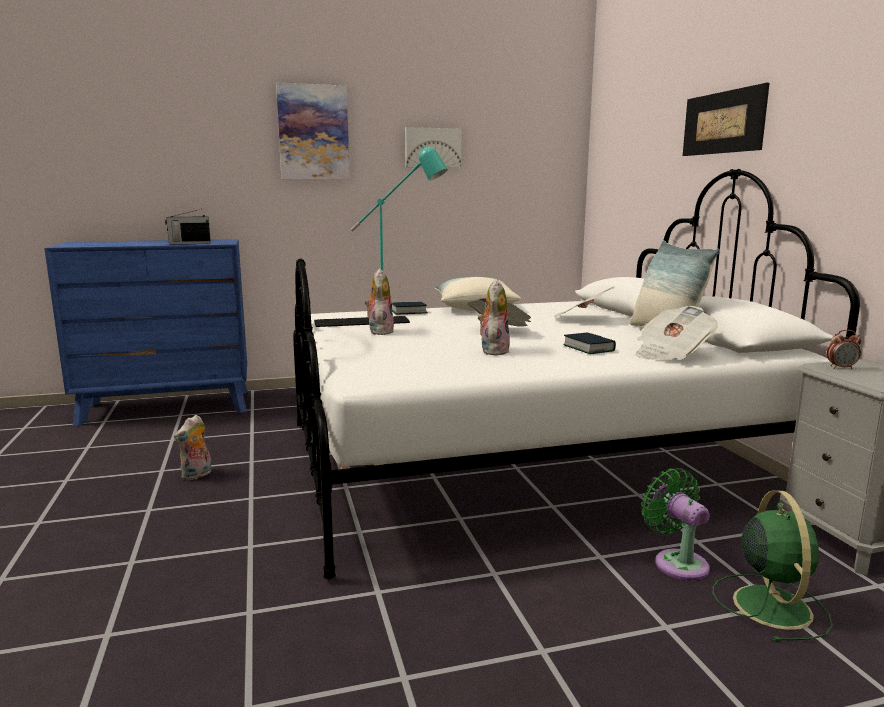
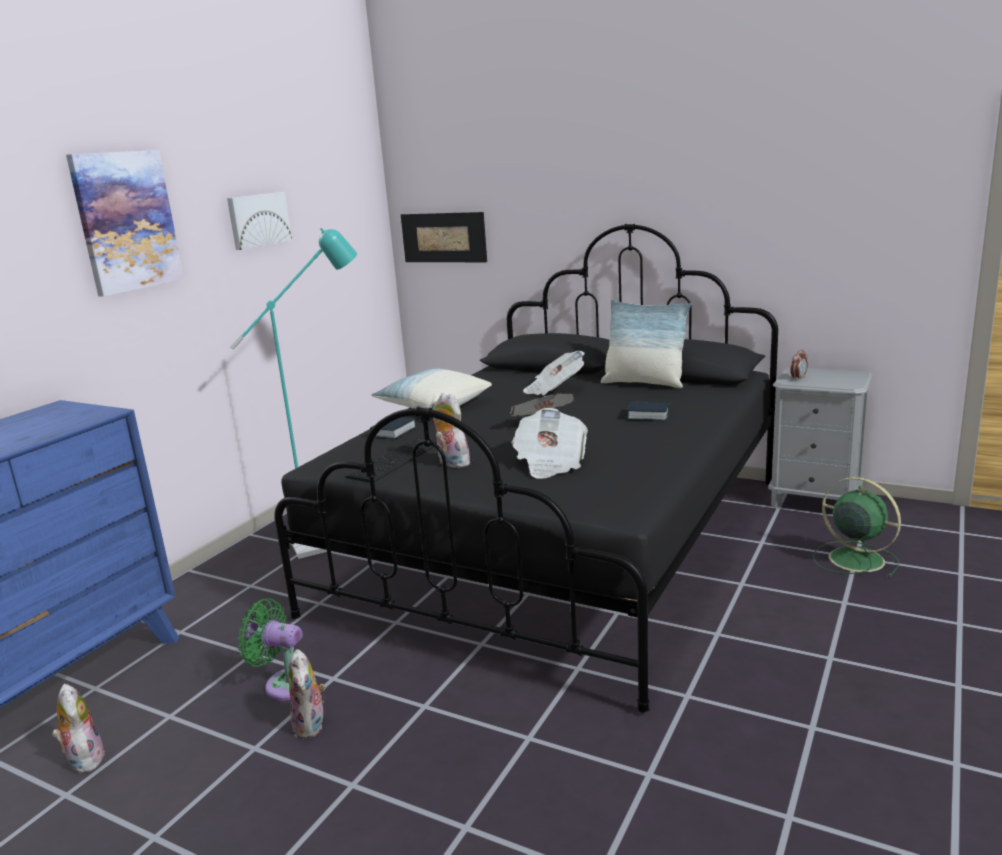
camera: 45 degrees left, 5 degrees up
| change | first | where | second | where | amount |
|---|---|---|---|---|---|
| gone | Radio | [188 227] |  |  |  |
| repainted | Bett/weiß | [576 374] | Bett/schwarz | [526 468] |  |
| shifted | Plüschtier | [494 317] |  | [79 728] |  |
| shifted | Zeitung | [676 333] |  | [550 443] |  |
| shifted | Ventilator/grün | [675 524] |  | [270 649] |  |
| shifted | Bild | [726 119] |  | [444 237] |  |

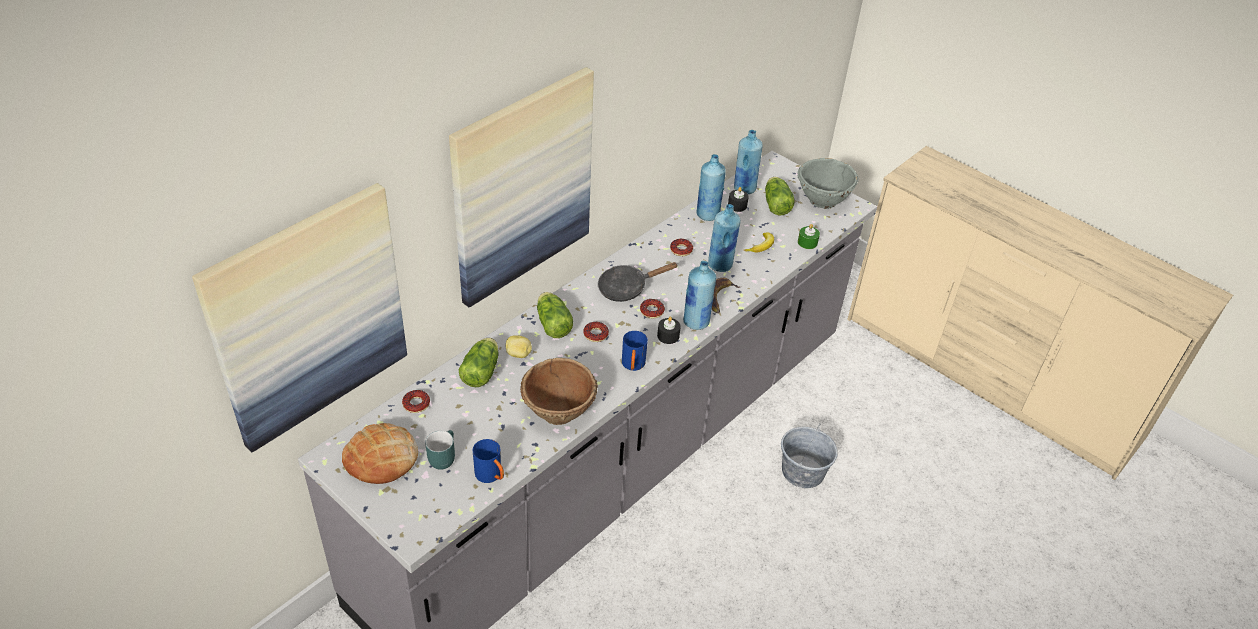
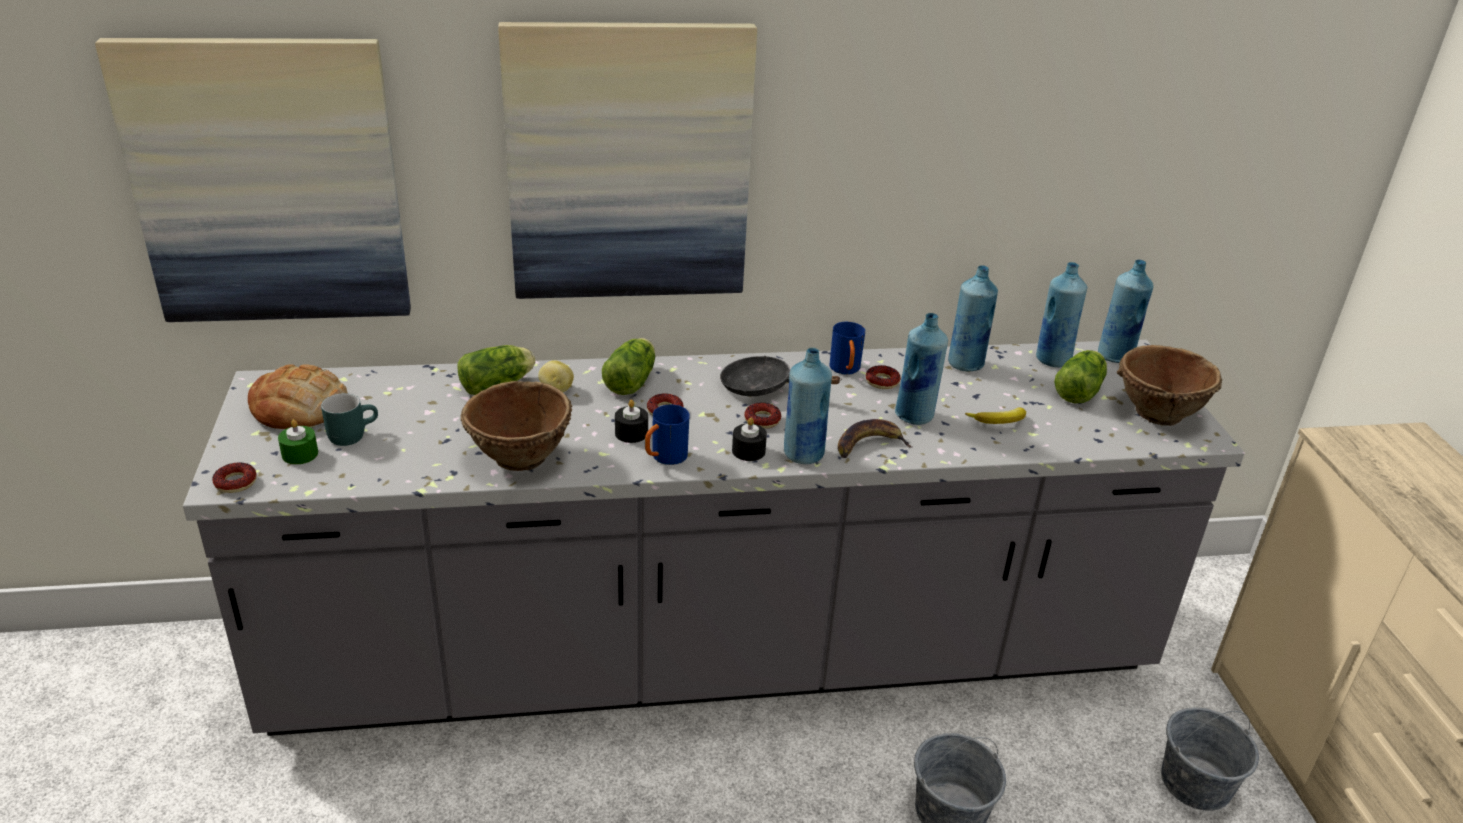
camera: 40 degrees right, 10 degrees down
| change | first | where | second | where | amount |
|---|---|---|---|---|---|
| shifted | Donut | [416 401] |  | [234 477] |  |
| shifted | Henkelbecher/blau | [488 461] |  | [847 348] |  |
| shifted | Kerze/schwarz | [738 199] |  | [631 421] |  |
| repainted | Schüssel/grau | [828 183] | Schüssel/braun | [1169 385] |  |
| shifted | Kerze/grün | [809 236] |  | [298 442] |  |
| new |  |  | Flasche/blau | [1126 311] |  |
| new |  |  | Eimer/grau | [1210 759] |  |

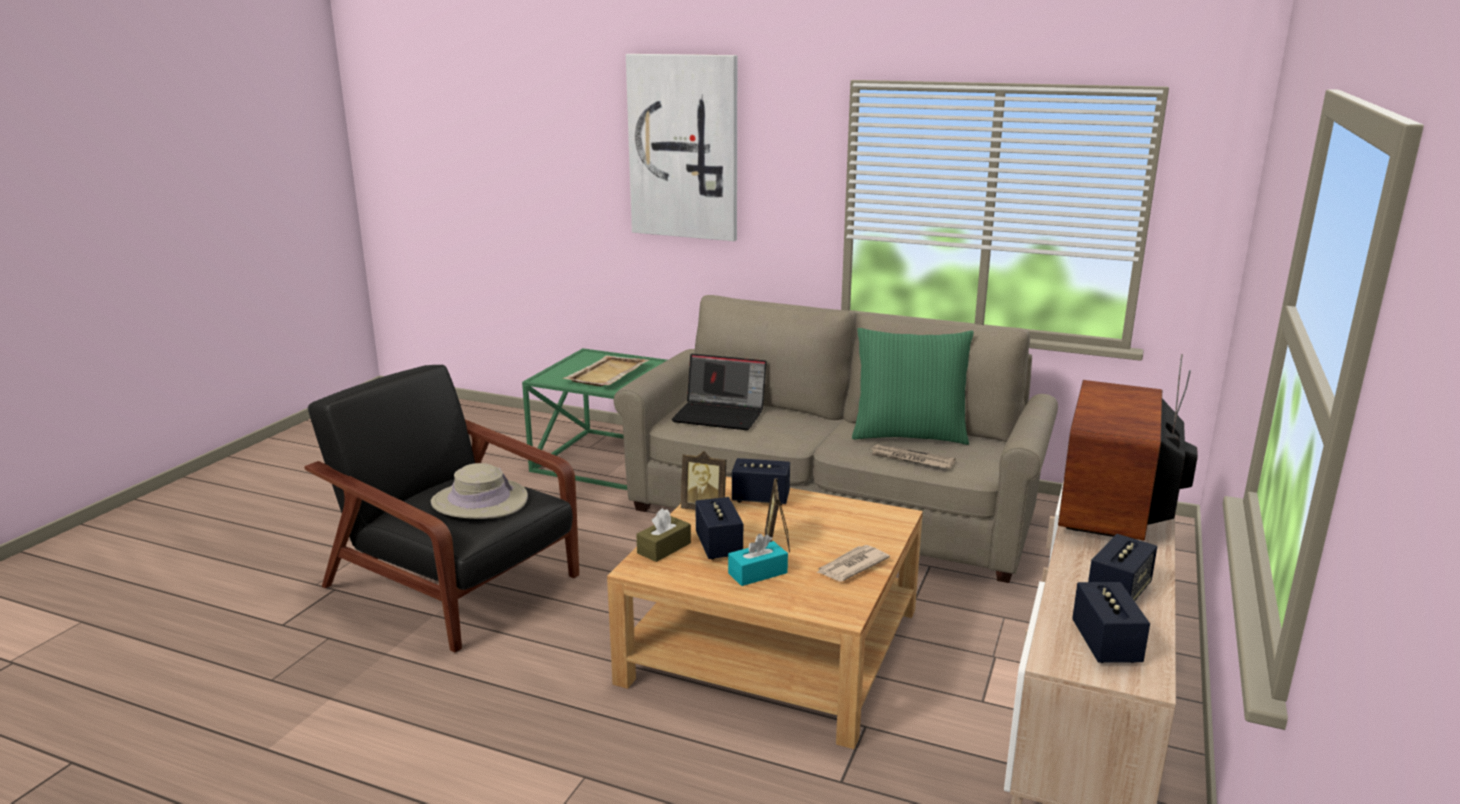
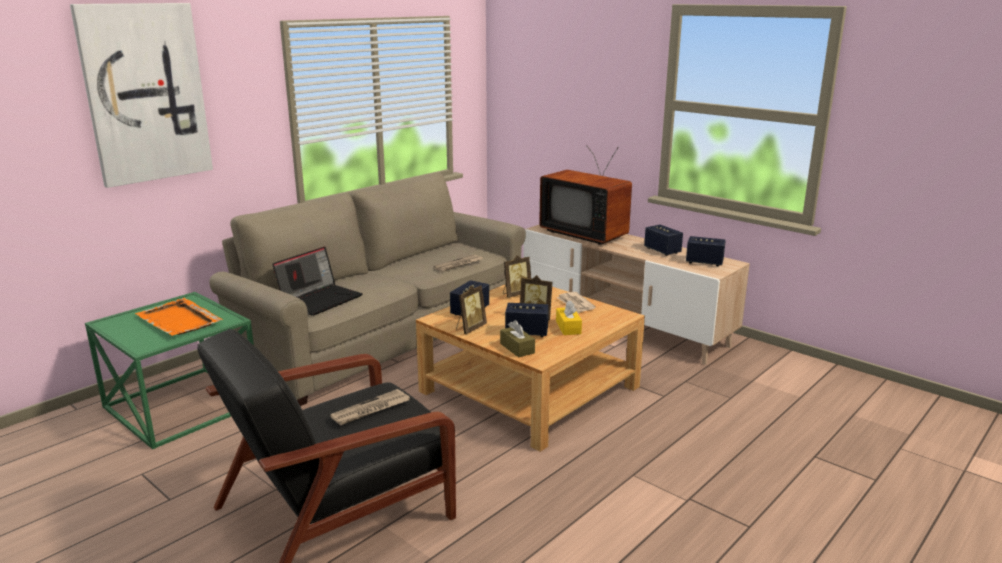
camera: 70 degrees left, 0 degrees up
| change | first | where | second | where | amount |
|---|---|---|---|---|---|
| swapped | Hut/beige | [479 491] | Zeitung | [370 407] |  |
| repainted | Tablett/beige | [606 370] | Tablett/orange | [179 317] |  |
| repainted | Taschentuchbox/türkis | [758 560] | Taschentuchbox/gelb | [569 317] |  |
| gone | Kissen/grün | [913 386] |  |  |  |
| new |  |  | Bilderrahmen | [517 276] |  |

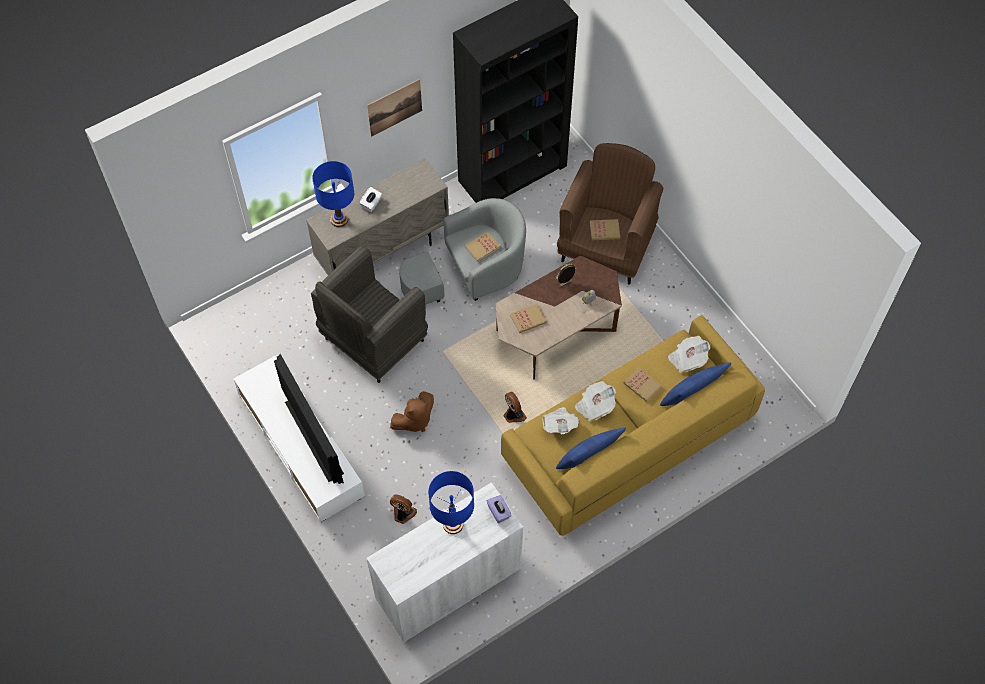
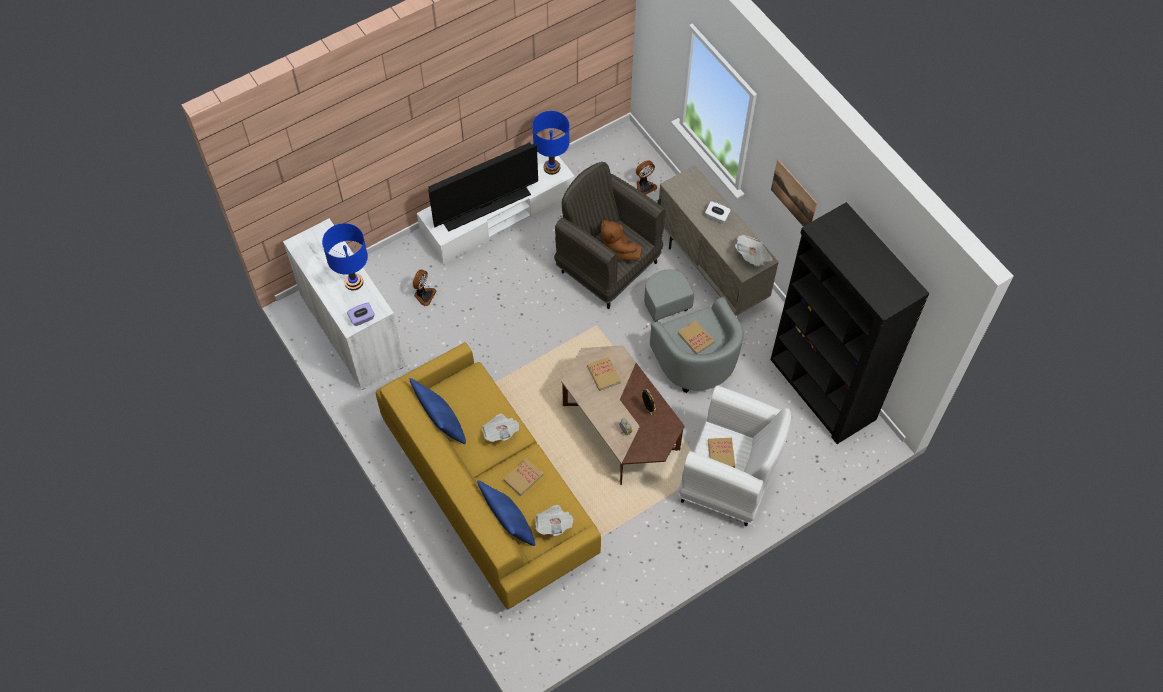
camera: 90 degrees right, 0 degrees up
| change | first | where | second | where | amount |
|---|---|---|---|---|---|
| shifted | Tischlampe/blau | [333 194] |  | [551 143] |  |
| shifted | Plüschtier/braun | [412 411] |  | [621 240] |  |
| shifted | Ventilator | [515 407] |  | [646 177] |  |
| shifted | Zeitung | [560 420] |  | [754 250] |  |
| repainted | Sessel/braun | [610 214] | Sessel/weiß | [735 456] |  |

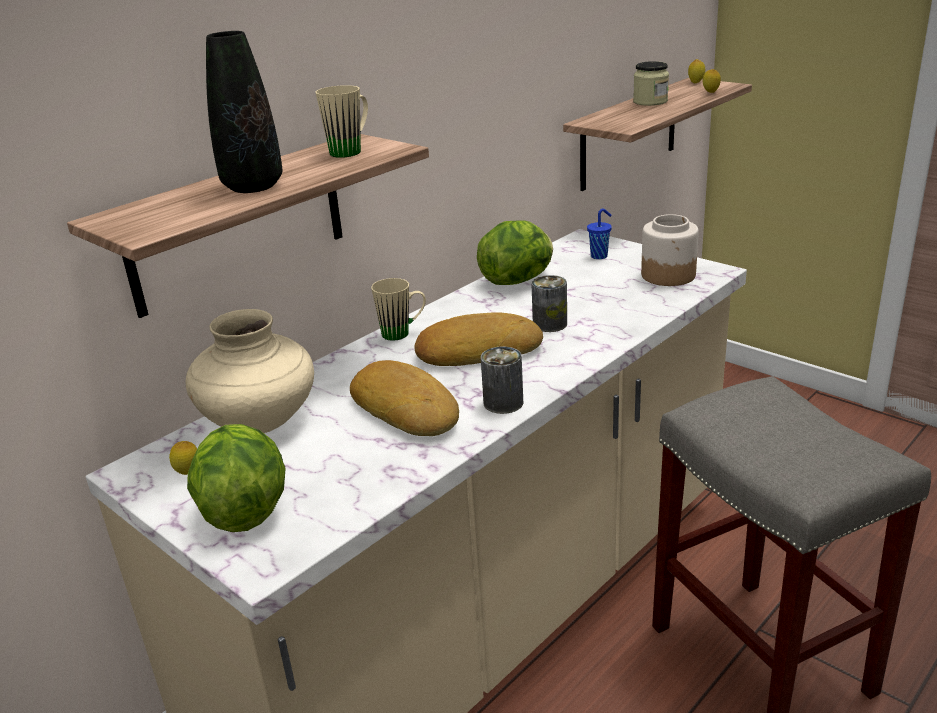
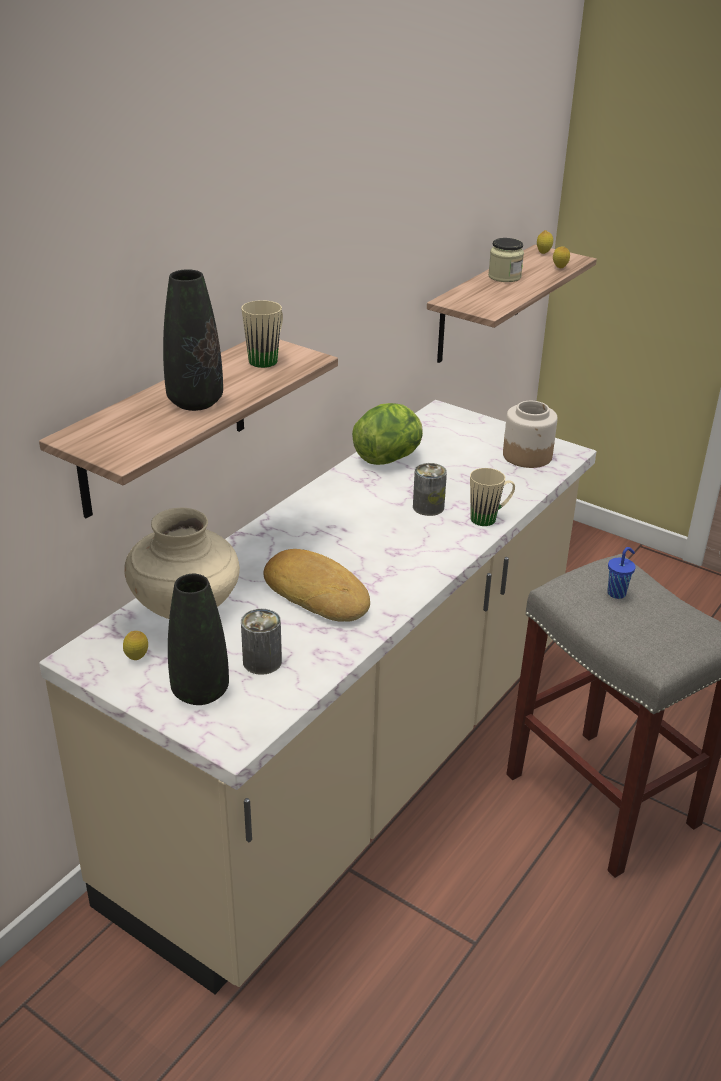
camera: 10 degrees left, 5 degrees up
| change | first | where | second | where | amount |
|---|---|---|---|---|---|
| swapped | Salatkopf | [236 478] | Vase/schwarz | [198 639] |  |
| shifted | Henkelbecher/beige | [398 309] |  | [492 497] |  |
| gone | Brot | [478 339] |  |  |  |
| shifted | Dose | [502 380] |  | [261 642] |  |
| shifted | Tasse/blau | [599 234] |  | [621 573] |  |

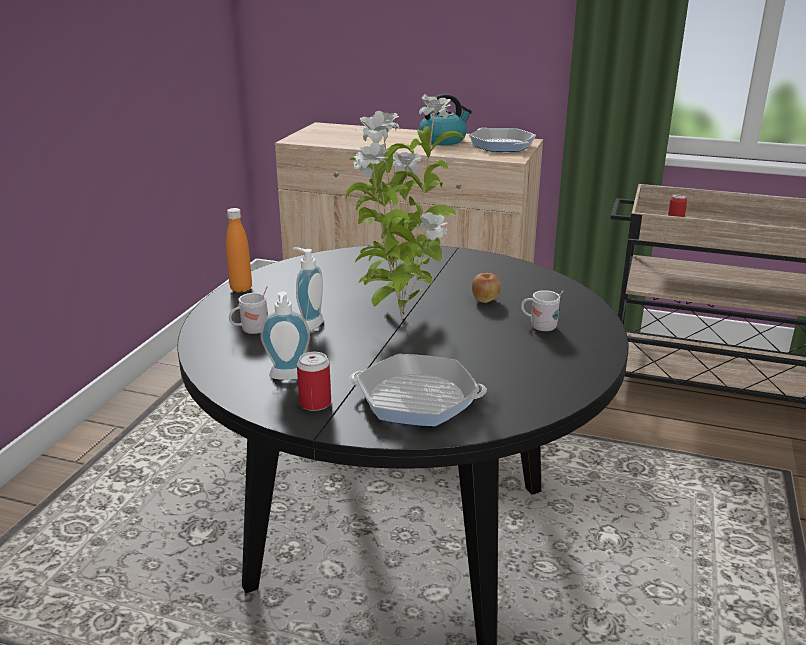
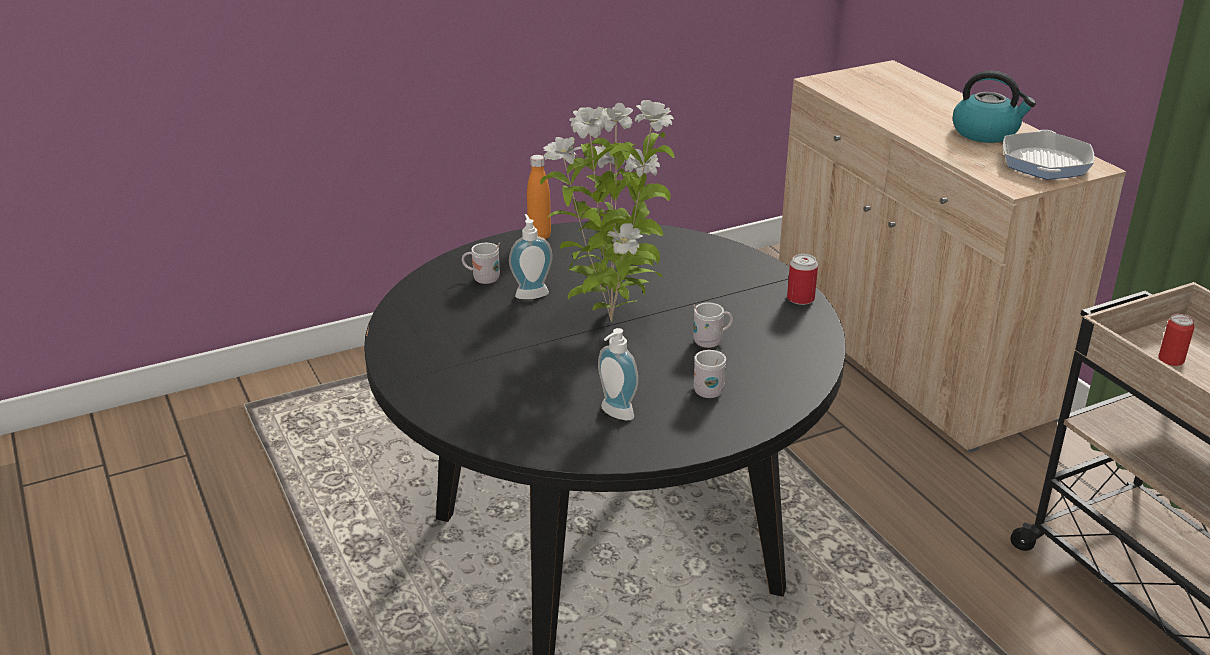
camera: 45 degrees right, 5 degrees up
| change | first | where | second | where | amount |
|---|---|---|---|---|---|
| shifted | Seifenspender | [285 336] |  | [618 374] |  |
| shifted | Dose | [314 381] |  | [802 279] |  |
| gone | Pfanne | [418 390] |  |  |  |
| swapped | Apfel | [486 288] | Henkelbecher/weiß | [713 325] |  |

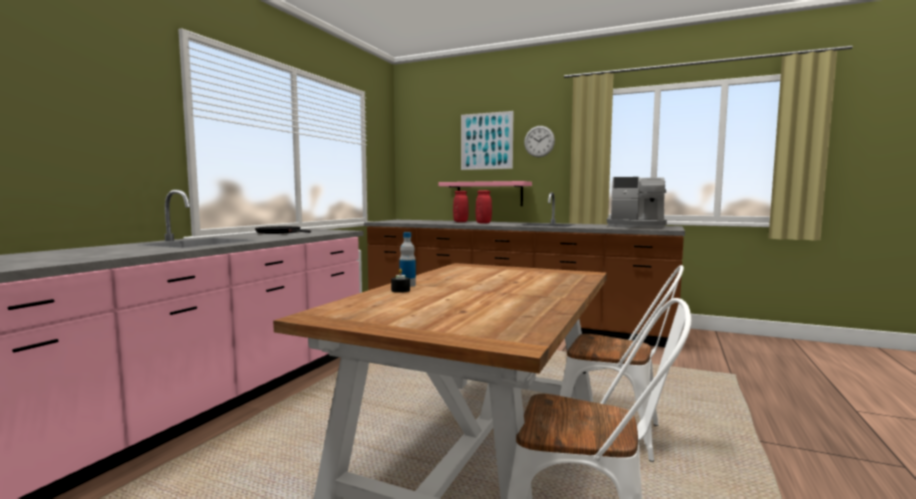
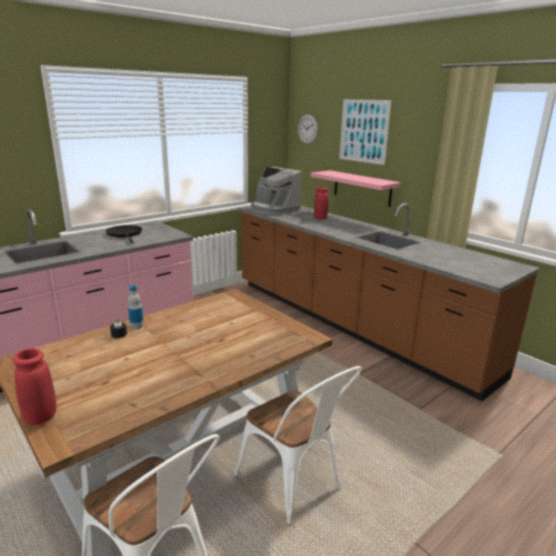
camera: 25 degrees right, 15 degrees up
| change | first | where | second | where | amount |
|---|---|---|---|---|---|
| shifted | Vase/rot | [484 207] |  | [35 386] |  |
| shifted | Wanduhr | [539 141] |  | [308 129] |  |
| shifted | Kaffeemaschine | [637 202] |  | [276 191] |  |

